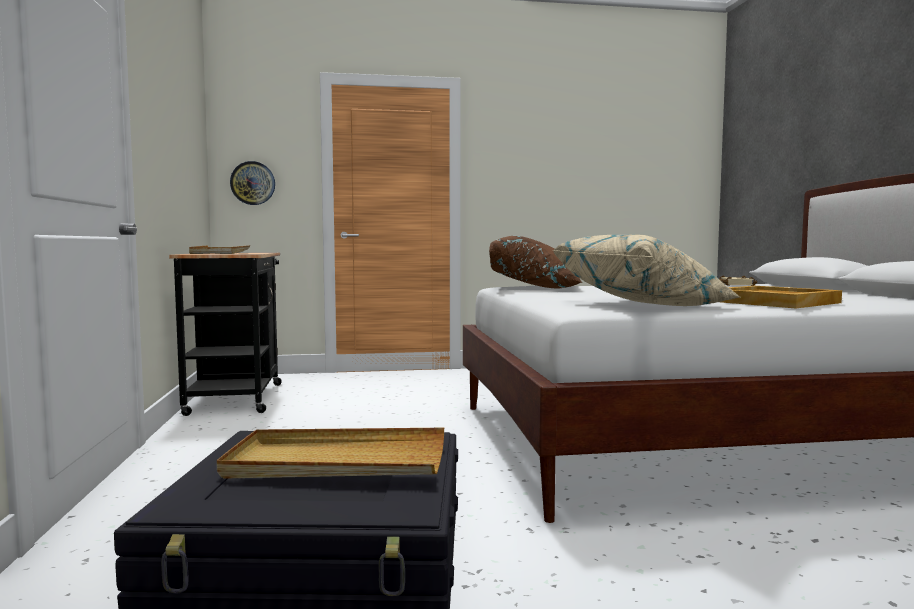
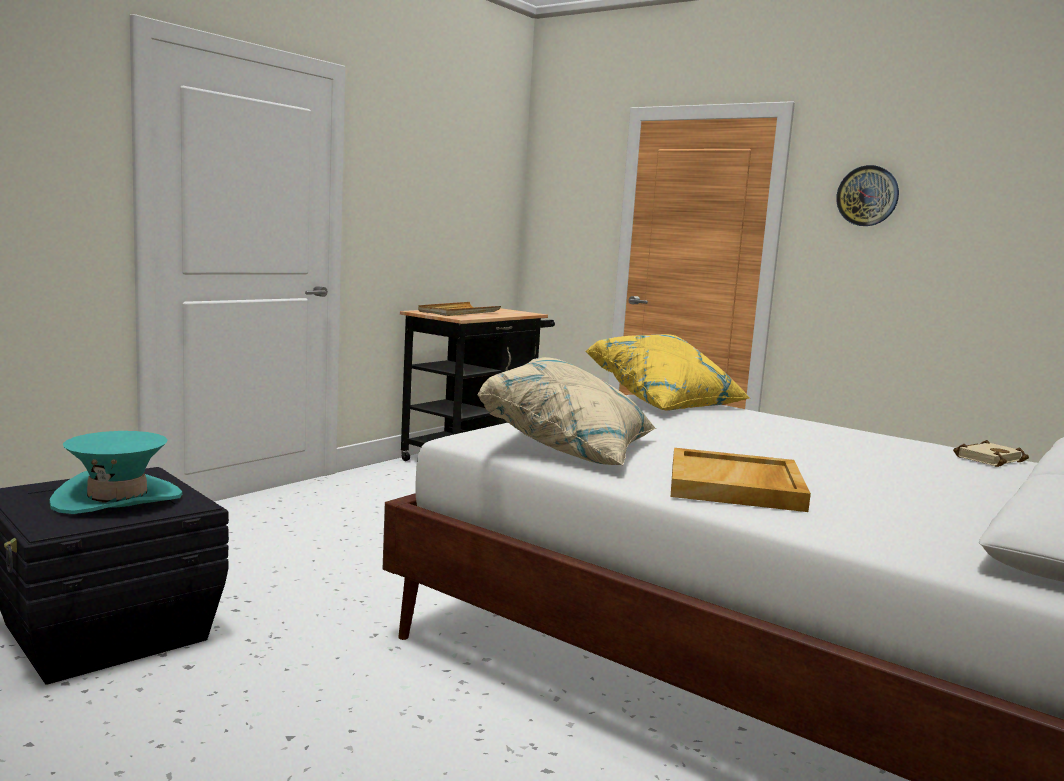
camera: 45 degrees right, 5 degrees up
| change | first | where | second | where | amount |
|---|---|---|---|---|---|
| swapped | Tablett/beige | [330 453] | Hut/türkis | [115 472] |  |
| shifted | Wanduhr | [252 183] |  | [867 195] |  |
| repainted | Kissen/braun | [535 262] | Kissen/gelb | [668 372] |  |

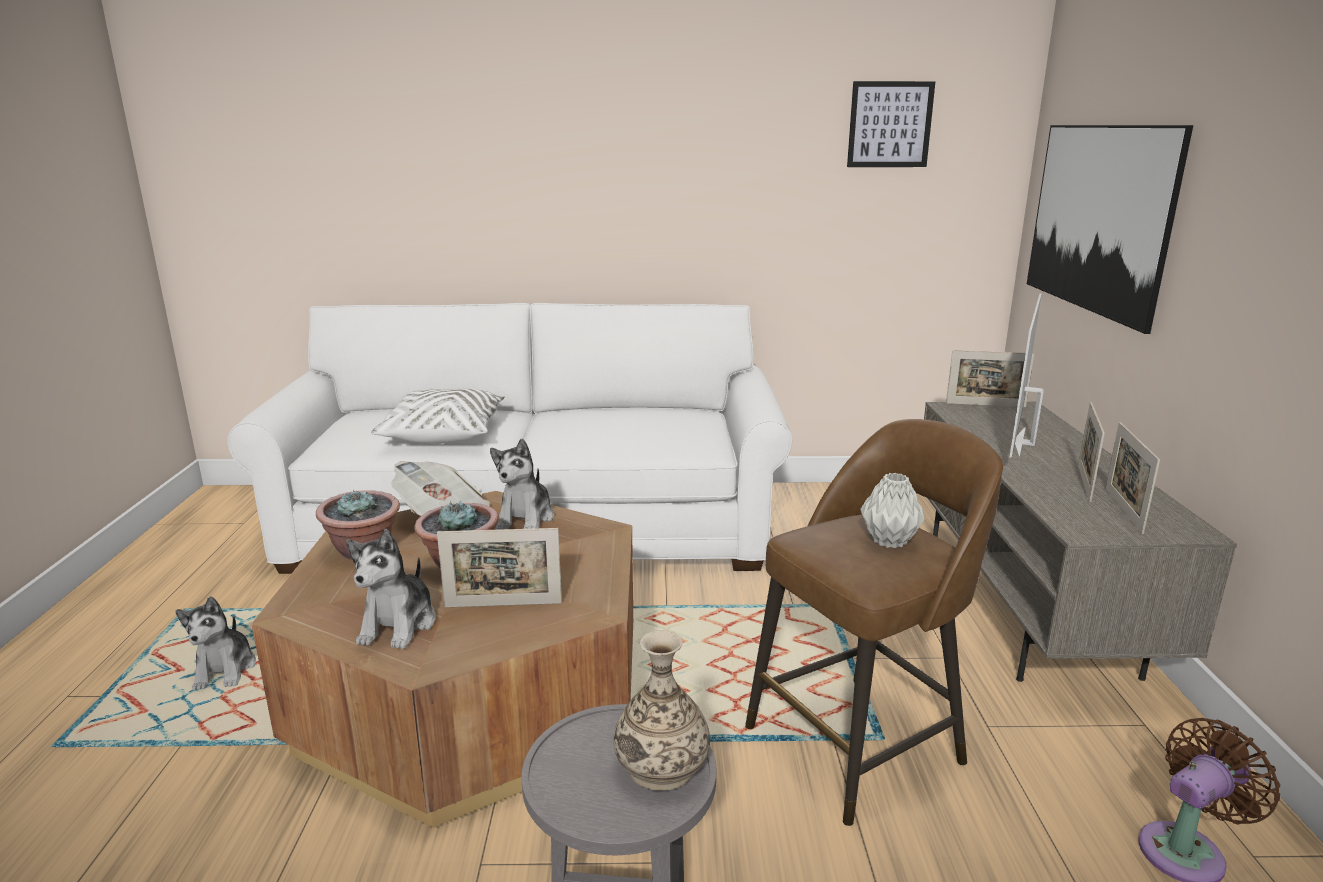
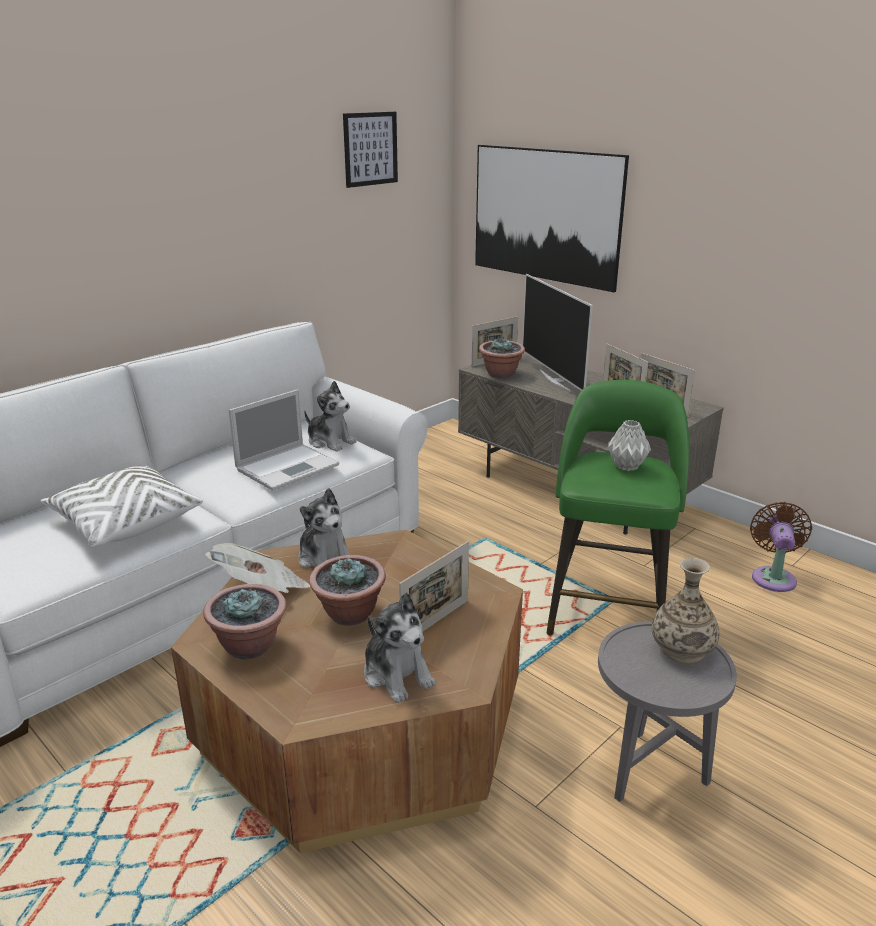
camera: 45 degrees left, 5 degrees up
| change | first | where | second | where | amount |
|---|---|---|---|---|---|
| shifted | Plüschtier | [215 643] |  | [330 416] |  |
| repainted | Hocker/braun | [874 622] | Hocker/grün | [618 507] |  |
| new |  |  | Laptop | [284 440] |  |
| new |  |  | Topfpflanze | [502 357] |  |

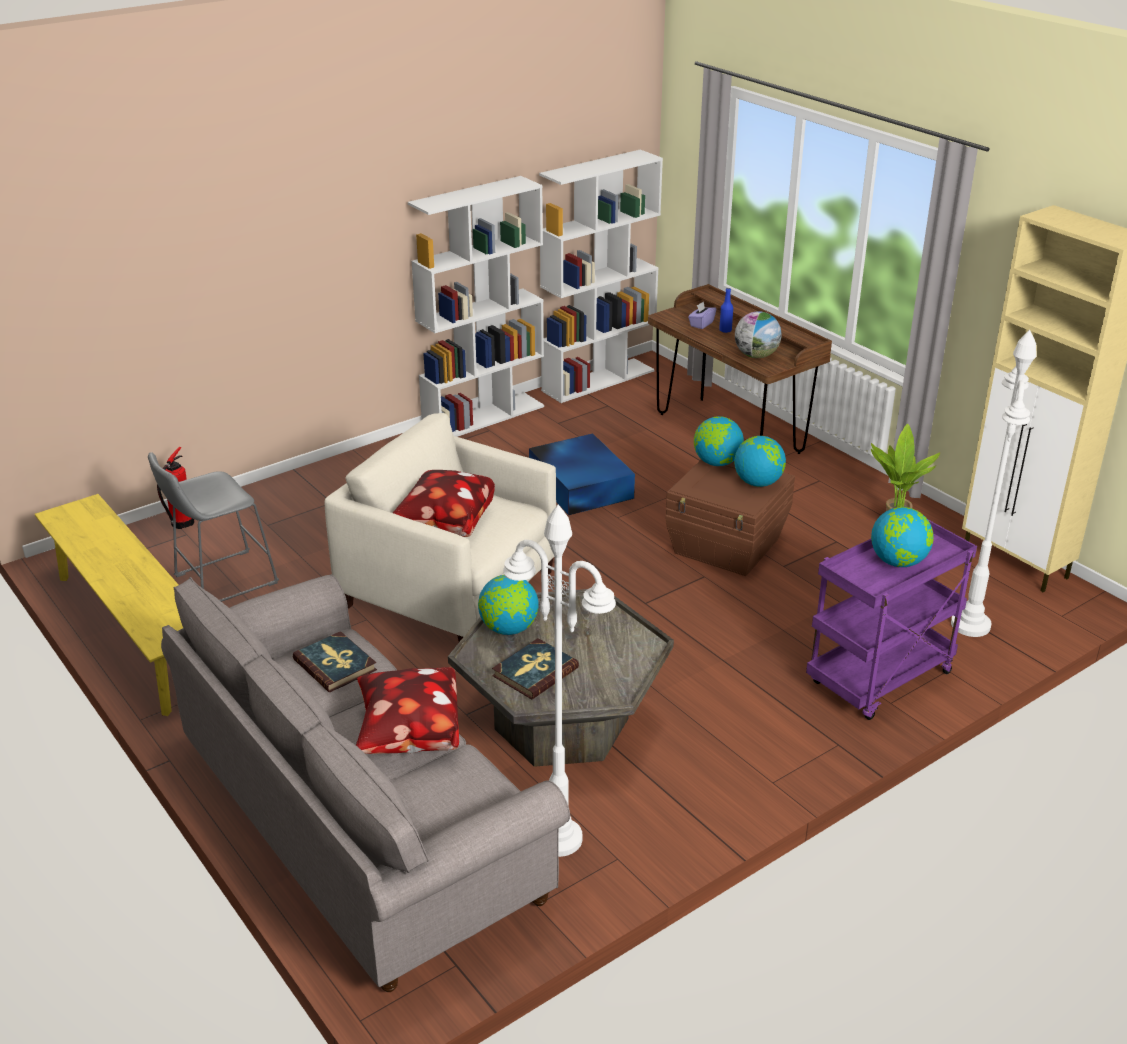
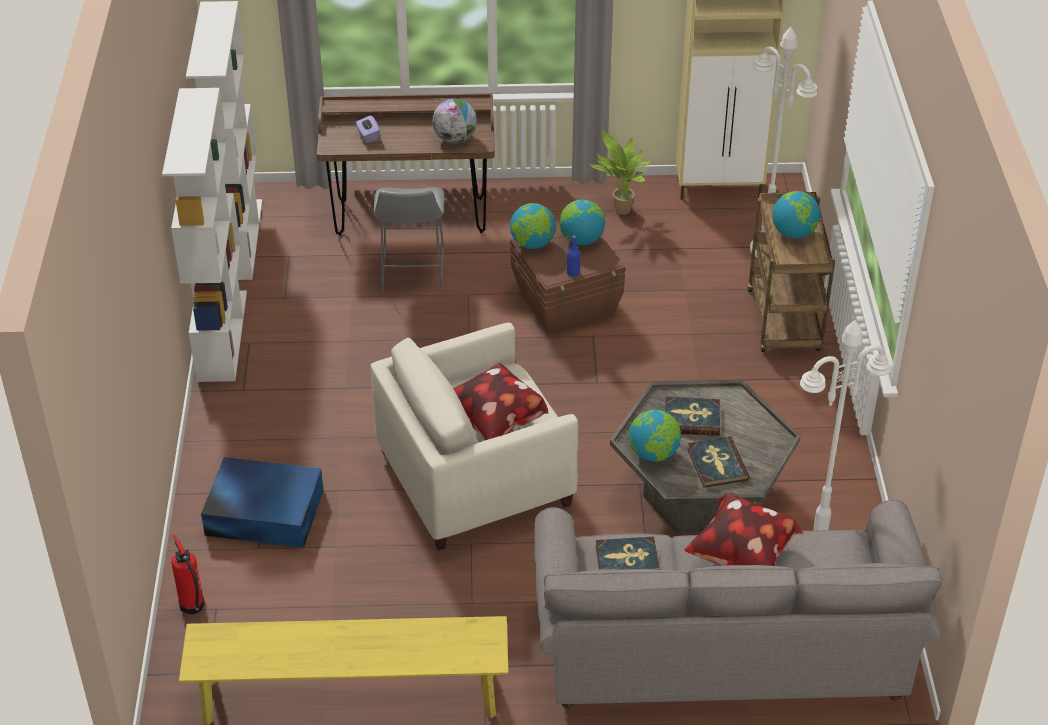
camera: 55 degrees left, 10 degrees up
| change | first | where | second | where | amount |
|---|---|---|---|---|---|
| shifted | Hocker/grau | [213 527] |  | [409 239] |  |
| shifted | Aufbewahrungsbox/blau | [582 474] |  | [262 502] |  |
| shifted | Flasche/blau | [726 310] |  | [573 256] |  |
| repainted | Rollwagen/lila | [891 620] | Rollwagen/braun | [791 272] |  |
| new |  |  | Buch | [692 416] |  |

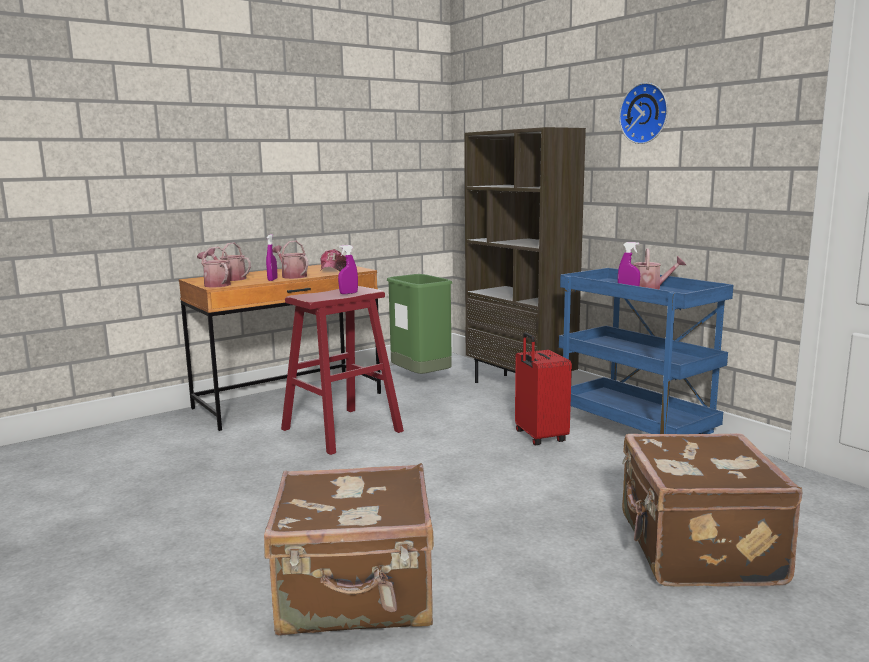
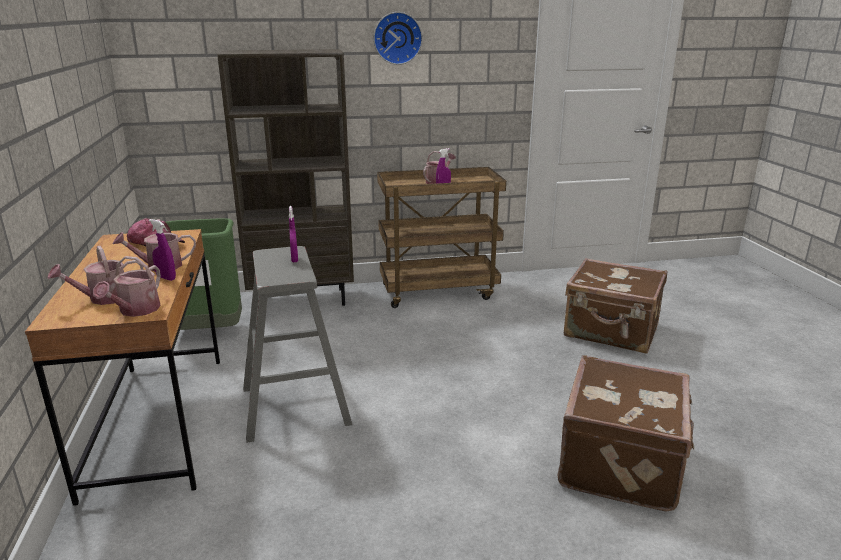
camera: 65 degrees left, 10 degrees up
| change | first | where | second | where | amount |
|---|---|---|---|---|---|
| rotated | Gießkanne | [214 267] |  | [127 286] | 60 degrees counterclockwise |
| repainted | Hocker/rot | [342 370] | Hocker/grau | [298 344] |  |
| gone | Koffer/rot | [543 388] |  |  |  |
| repainted | Rollwagen/blau | [646 351] | Rollwagen/braun | [441 237] |  |

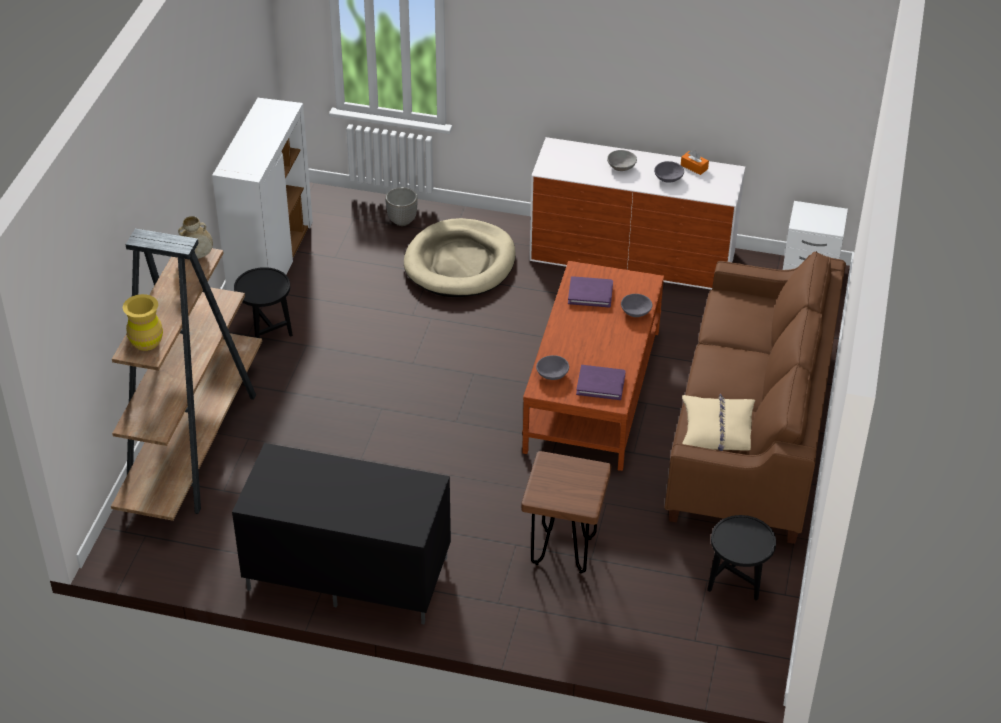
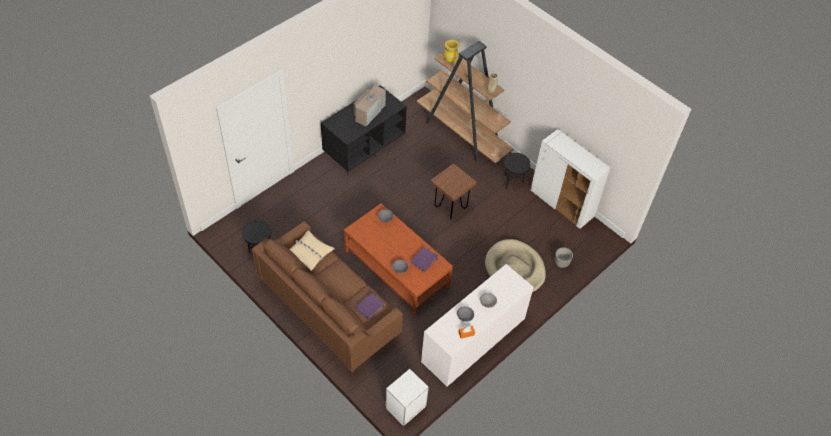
camera: 120 degrees right, 10 degrees up
| change | first | where | second | where | amount |
|---|---|---|---|---|---|
| shifted | Hocker/braun | [566 512] |  | [454 191] |  |
| shifted | Buch/lila | [601 382] |  | [370 306] |  |
| new |  |  | Fernseher | [369 103] |  |

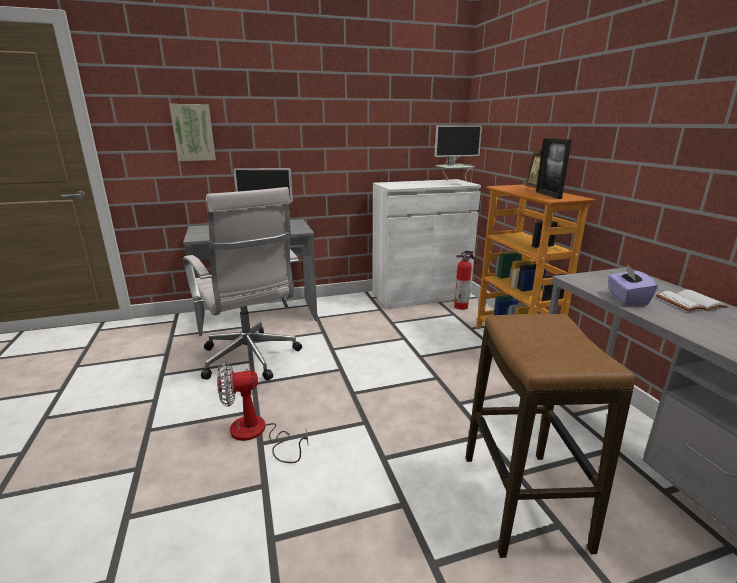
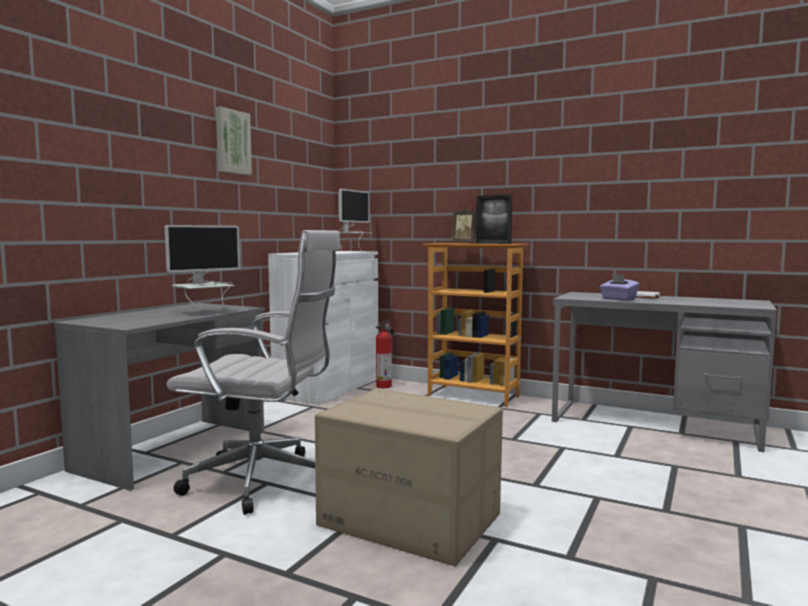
camera: 45 degrees left, 15 degrees down
| change | first | where | second | where | amount |
|---|---|---|---|---|---|
| shifted | Bild | [192 132] |  | [234 140] |  |
| swapped | Ventilator | [262 412] | Karton | [409 477] |  |
| gone | Hocker | [550 436] |  |  |  |

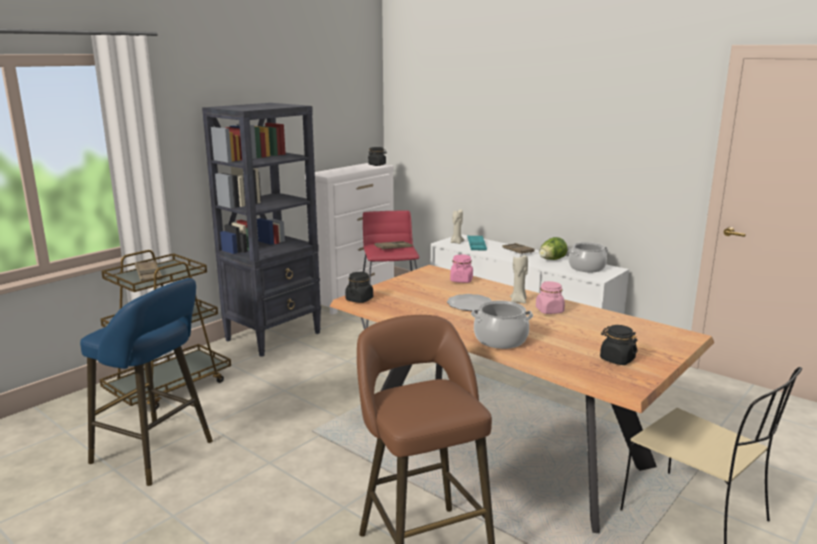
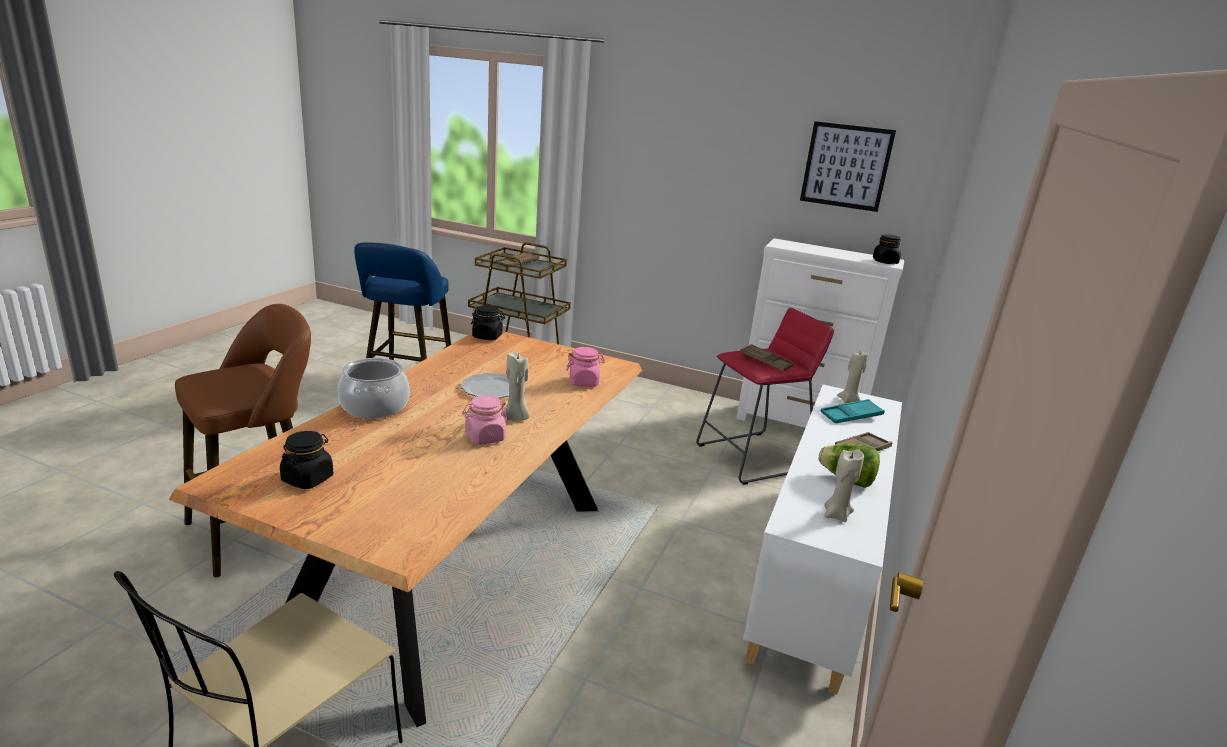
camera: 70 degrees right, 5 degrees up
| change | first | where | second | where | amount |
|---|---|---|---|---|---|
| gone | Bücherregal/schwarz | [261 230] |  |  |  |
| swapped | Kochtopf | [588 257] | Kerze/beige | [844 485] |  |
| new |  |  | Bild | [848 166] |  |

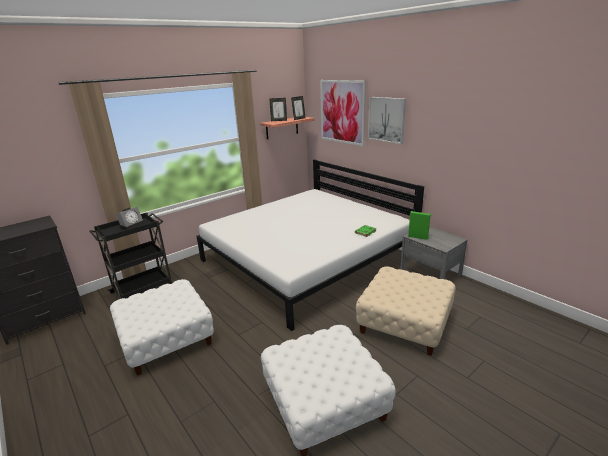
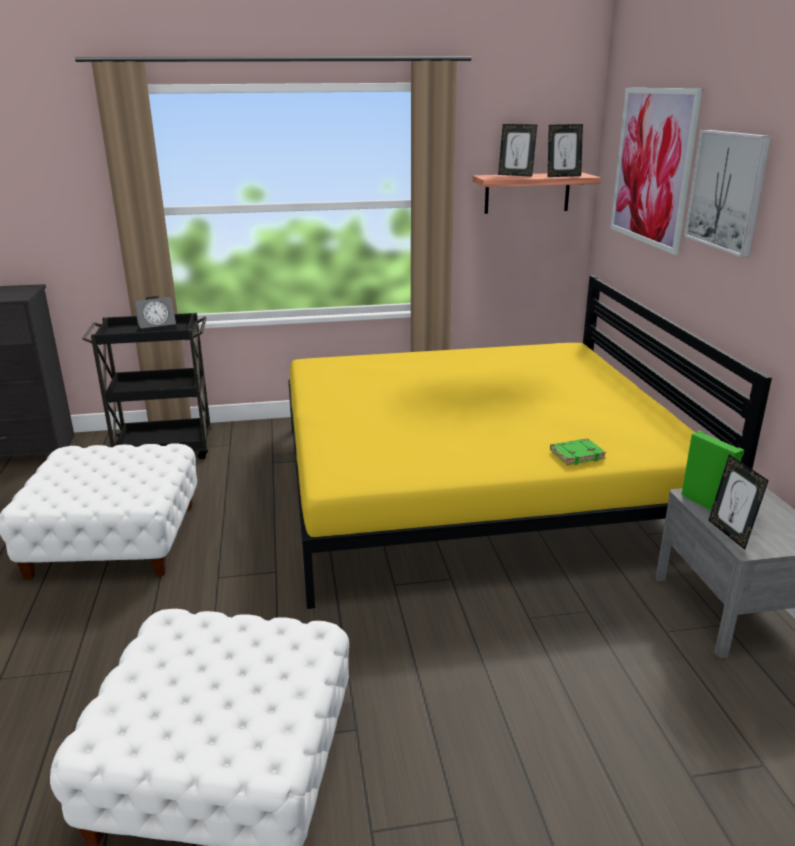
camera: 30 degrees right, 0 degrees up
| change | first | where | second | where | amount |
|---|---|---|---|---|---|
| repainted | Bett/weiß | [310 245] | Bett/gelb | [530 442] |  |
| gone | Polsterhocker/beige | [406 311] |  |  |  |
| new |  |  | Bilderrahmen | [739 502] |  |

